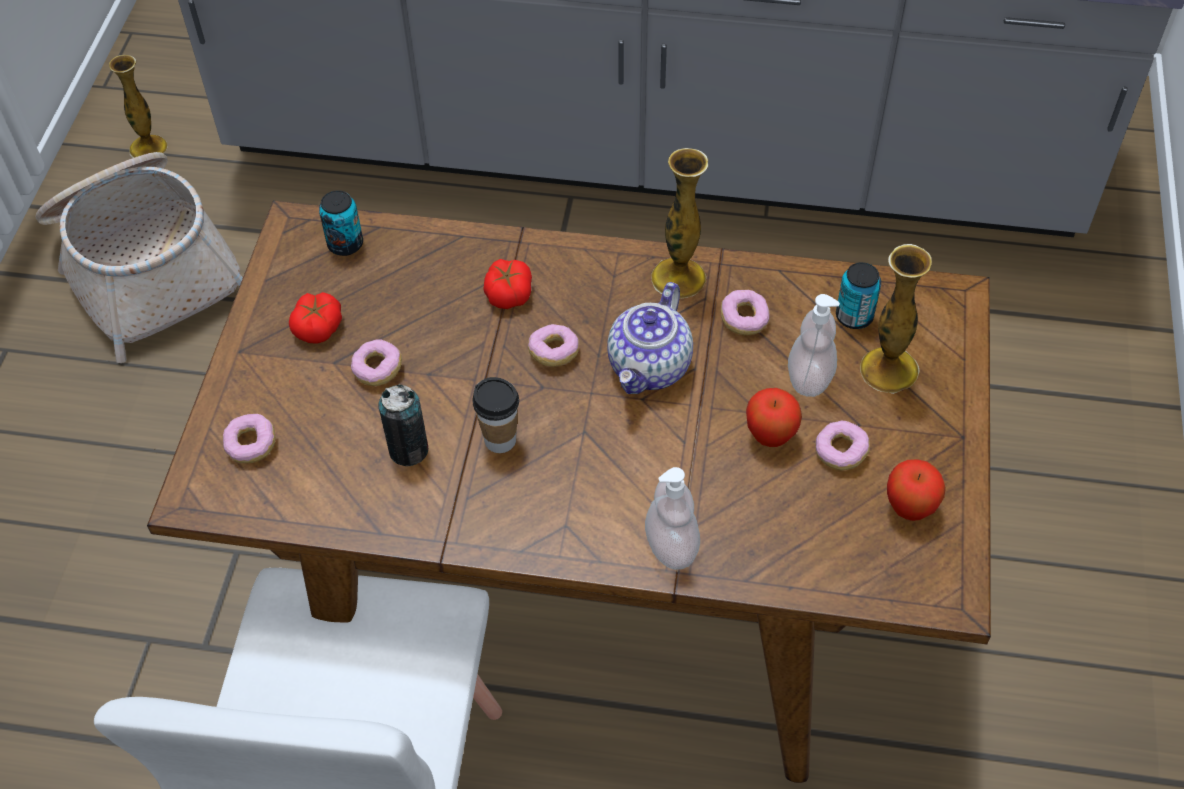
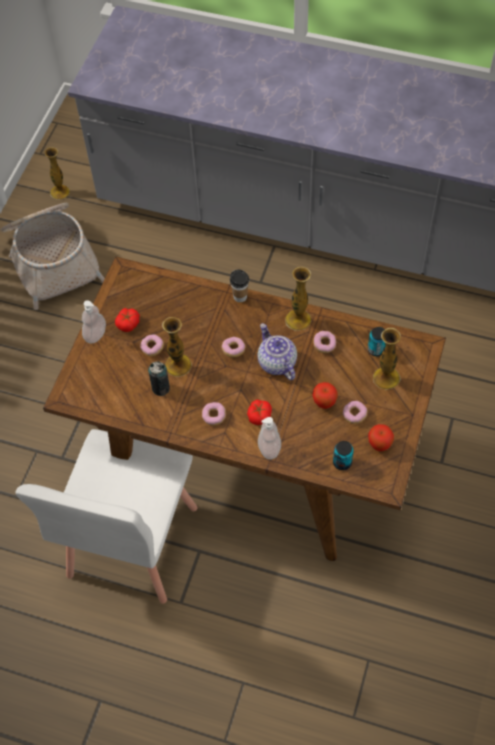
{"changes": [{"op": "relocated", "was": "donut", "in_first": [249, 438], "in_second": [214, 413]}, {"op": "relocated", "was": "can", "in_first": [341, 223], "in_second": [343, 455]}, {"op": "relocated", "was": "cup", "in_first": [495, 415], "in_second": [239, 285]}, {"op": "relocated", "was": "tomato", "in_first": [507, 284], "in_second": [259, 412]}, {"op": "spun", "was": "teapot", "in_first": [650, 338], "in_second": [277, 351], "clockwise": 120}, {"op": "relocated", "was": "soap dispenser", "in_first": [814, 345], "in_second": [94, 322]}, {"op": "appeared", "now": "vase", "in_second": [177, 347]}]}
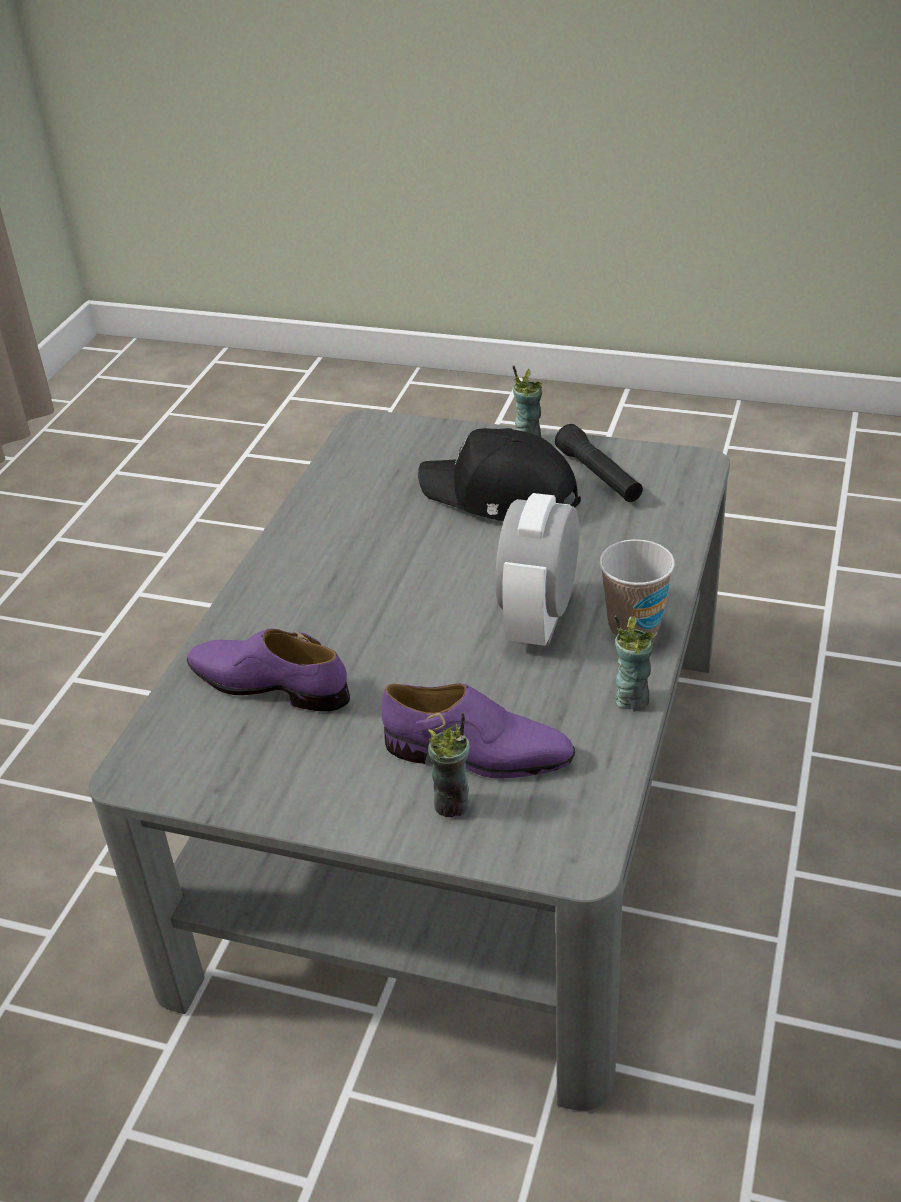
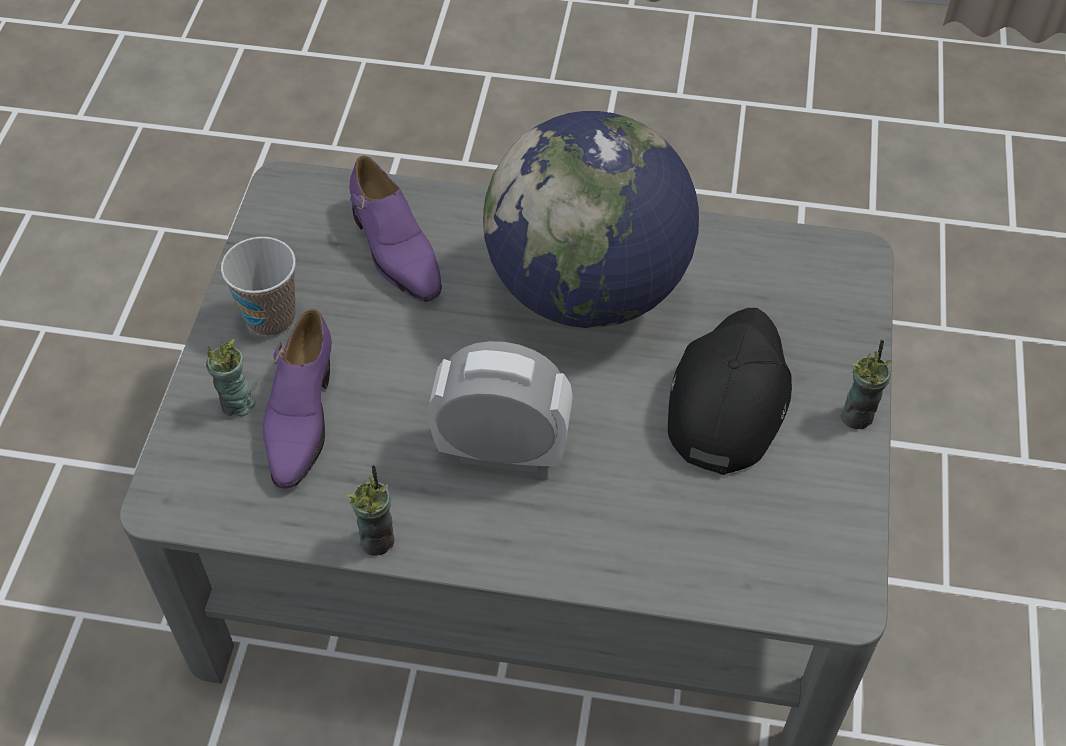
{"changes": [{"op": "spun", "was": "purple shoe", "in_first": [268, 670], "in_second": [395, 229], "clockwise": 135}, {"op": "missing", "was": "black flashlight", "in_first": [599, 463]}, {"op": "relocated", "was": "cup", "in_first": [637, 588], "in_second": [258, 287]}, {"op": "appeared", "now": "globe", "in_second": [591, 219]}]}
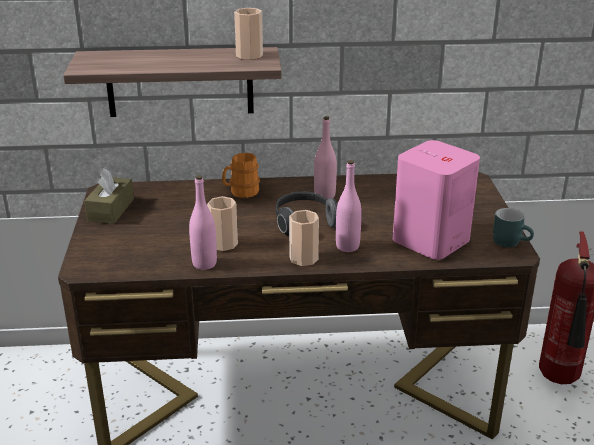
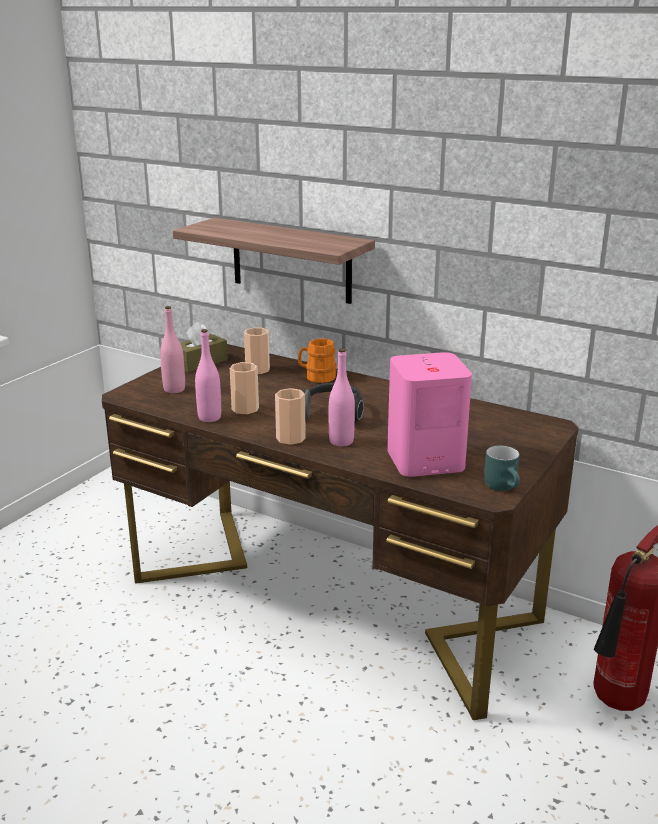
{"changes": [{"op": "relocated", "was": "cup", "in_first": [248, 34], "in_second": [257, 350]}, {"op": "relocated", "was": "pink bottle", "in_first": [325, 157], "in_second": [172, 349]}]}
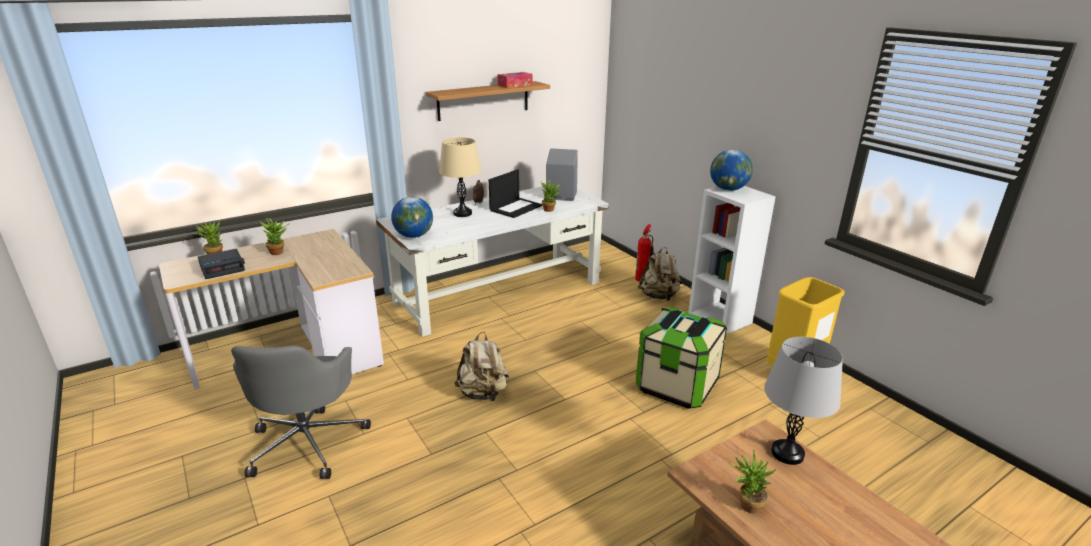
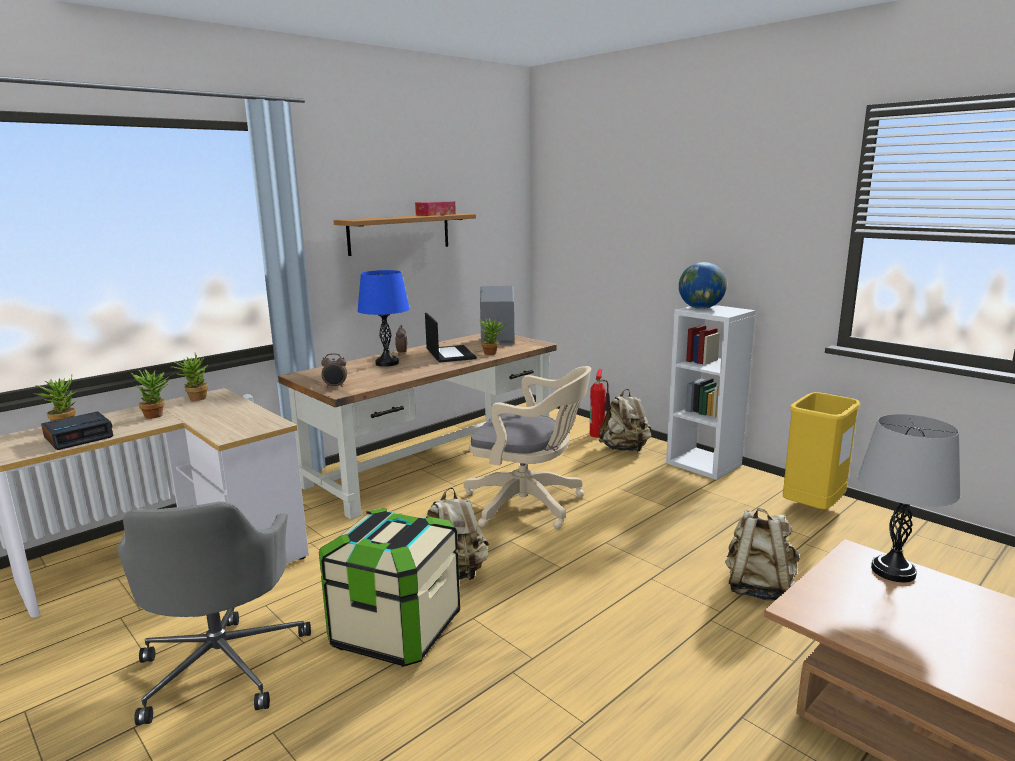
{"changes": [{"op": "colour", "was": "white desk", "now": "brown desk", "in_first": [492, 261], "in_second": [417, 426]}, {"op": "exchanged", "was": "globe", "now": "alarm clock", "in_first": [412, 217], "in_second": [334, 370]}, {"op": "colour", "was": "beige table lamp", "now": "blue table lamp", "in_first": [460, 177], "in_second": [383, 318]}, {"op": "spun", "was": "laptop", "in_first": [515, 193], "in_second": [451, 337], "clockwise": -45}, {"op": "relocated", "was": "storage box", "in_first": [681, 358], "in_second": [389, 587]}, {"op": "relocated", "was": "potted plant", "in_first": [753, 482], "in_second": [189, 377]}, {"op": "appeared", "now": "beige office chair", "in_second": [527, 447]}, {"op": "appeared", "now": "beige backpack", "in_second": [762, 554]}]}
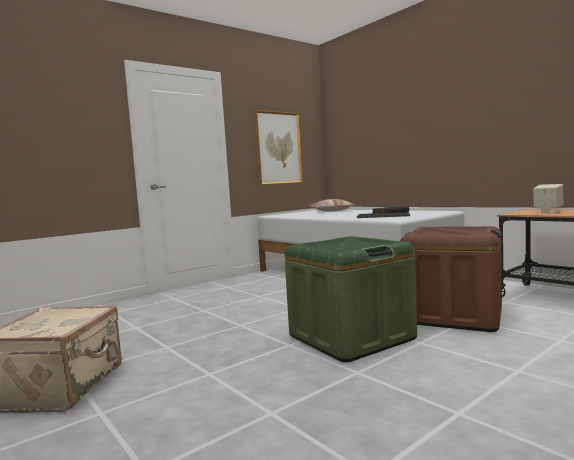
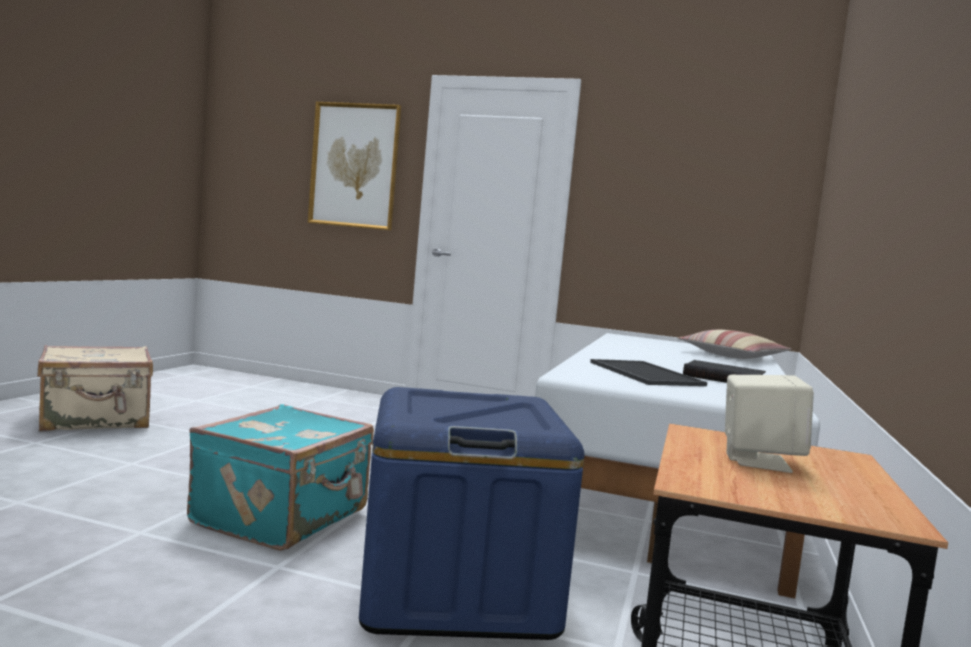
{"changes": [{"op": "relocated", "was": "picture", "in_first": [279, 147], "in_second": [354, 166]}, {"op": "exchanged", "was": "green storage box", "now": "turquoise suitcase", "in_first": [350, 299], "in_second": [280, 477]}, {"op": "colour", "was": "brown storage box", "now": "blue storage box", "in_first": [451, 279], "in_second": [471, 513]}]}
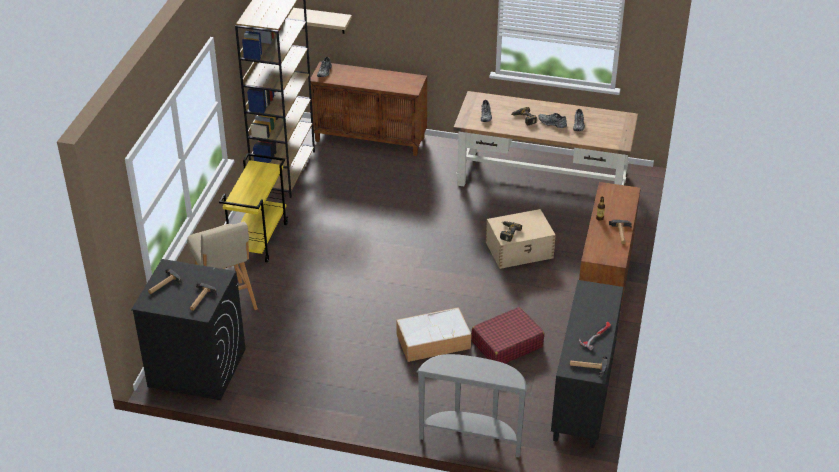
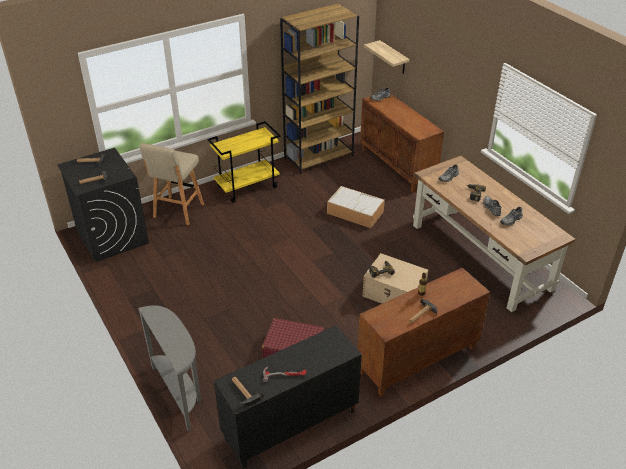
{"changes": [{"op": "relocated", "was": "storage box", "in_first": [433, 334], "in_second": [356, 207]}]}
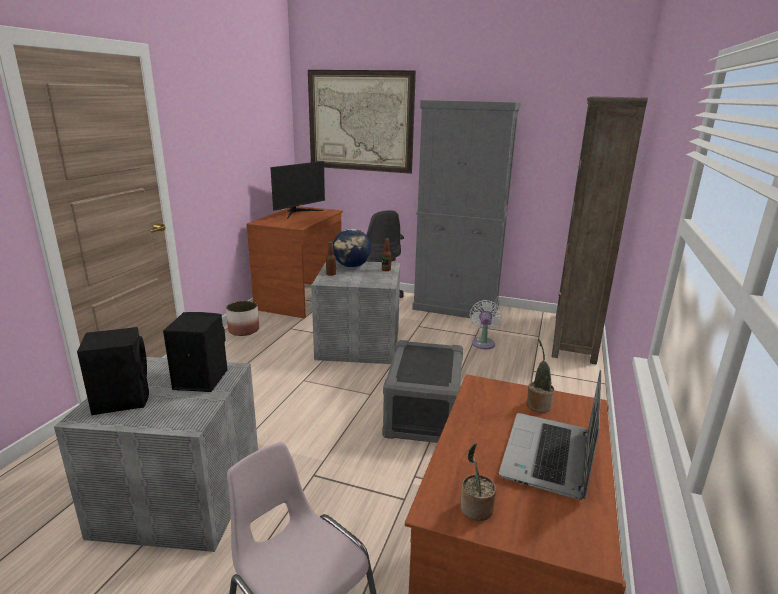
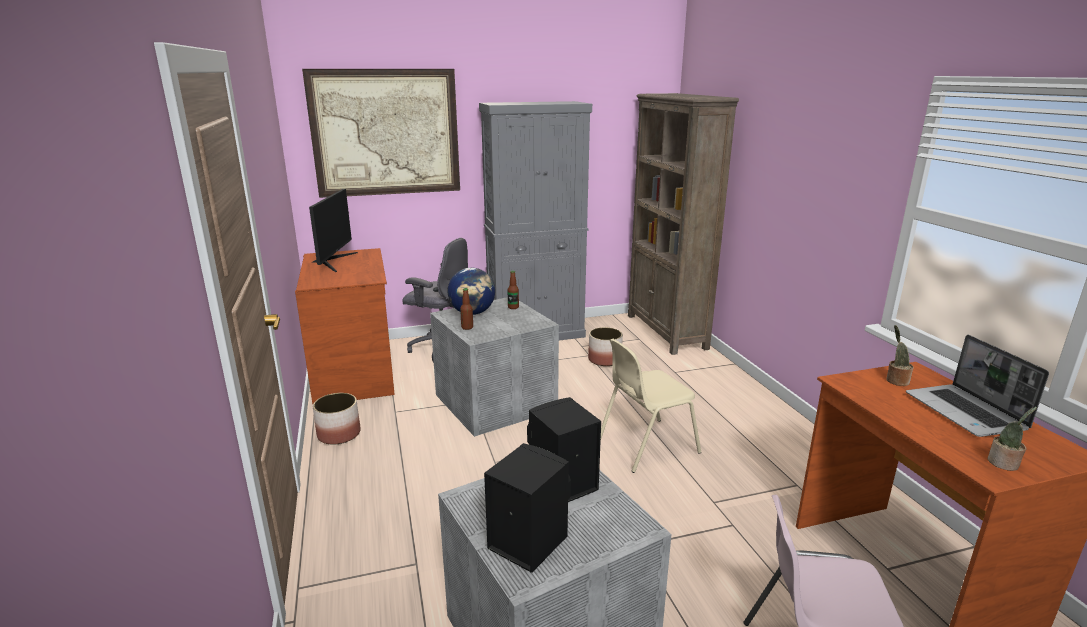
{"changes": [{"op": "exchanged", "was": "grey storage box", "now": "beige chair", "in_first": [422, 391], "in_second": [651, 406]}, {"op": "exchanged", "was": "white fan", "now": "planter", "in_first": [486, 324], "in_second": [605, 346]}]}
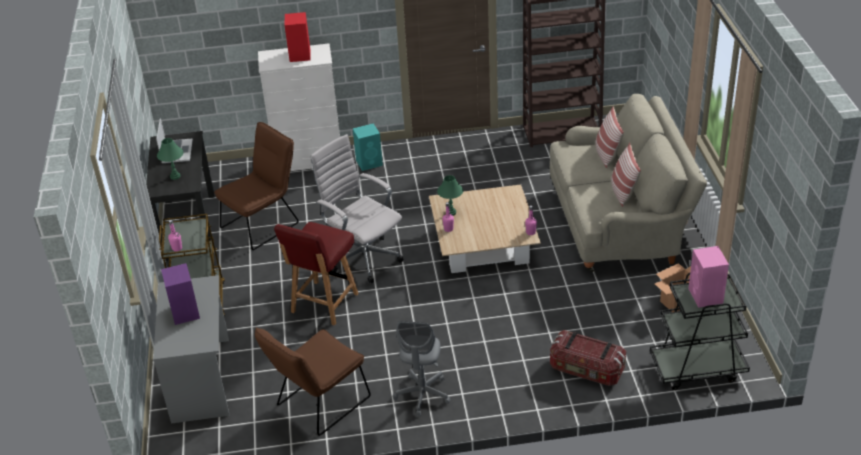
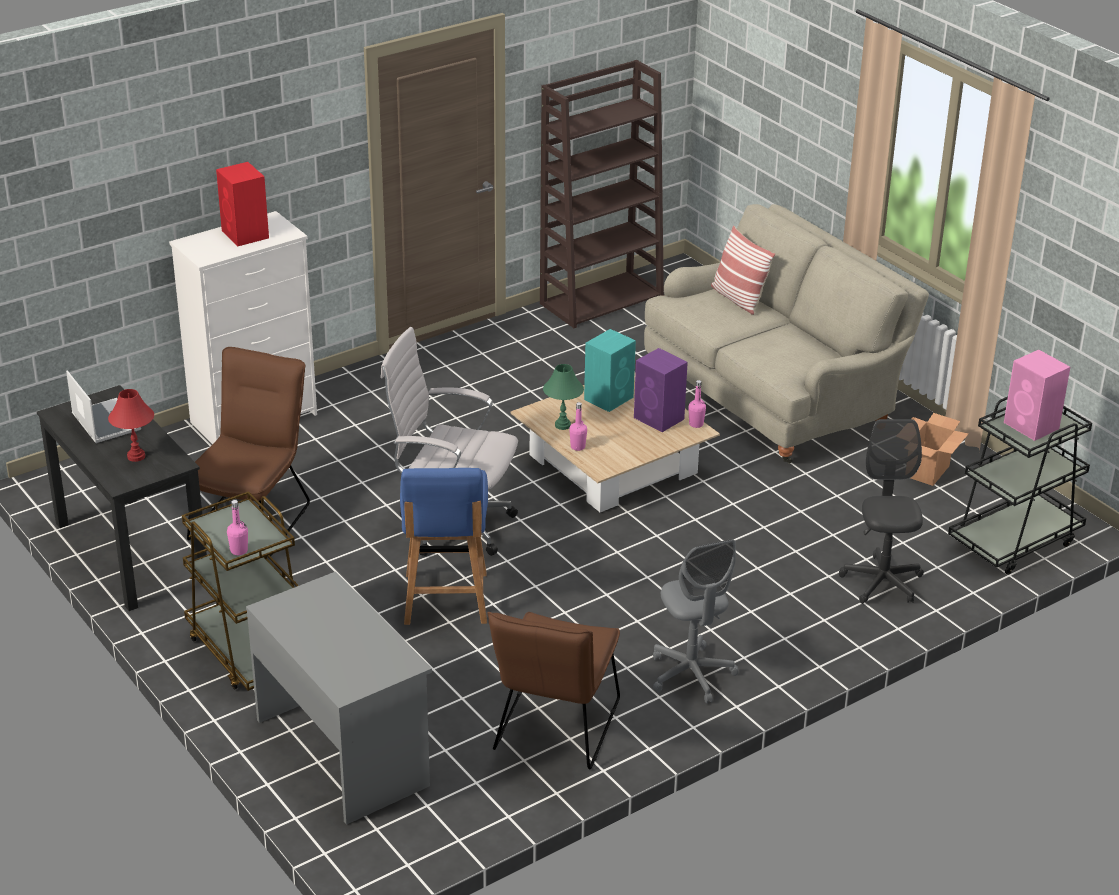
{"changes": [{"op": "colour", "was": "green table lamp", "now": "red table lamp", "in_first": [170, 159], "in_second": [131, 425]}, {"op": "relocated", "was": "purple speaker", "in_first": [180, 294], "in_second": [661, 390]}, {"op": "colour", "was": "red chair", "now": "blue chair", "in_first": [316, 273], "in_second": [444, 546]}, {"op": "relocated", "was": "turquoise speaker", "in_first": [368, 147], "in_second": [610, 370]}, {"op": "exchanged", "was": "storage box", "now": "grey office chair", "in_first": [588, 358], "in_second": [881, 511]}, {"op": "missing", "was": "pillow", "in_first": [626, 174]}]}
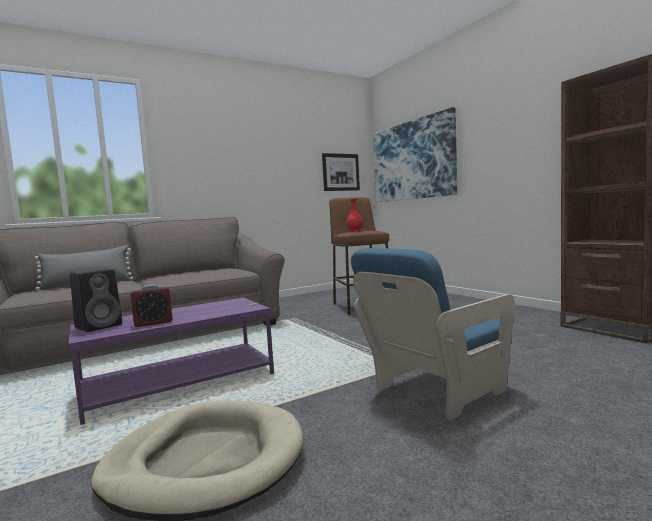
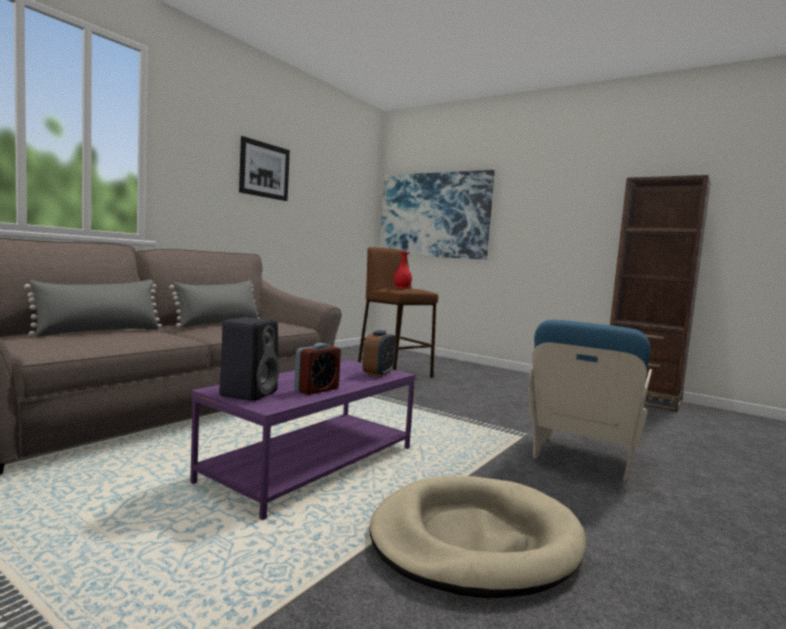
{"changes": [{"op": "relocated", "was": "picture", "in_first": [341, 172], "in_second": [264, 168]}, {"op": "appeared", "now": "grey pillow", "in_second": [214, 304]}, {"op": "appeared", "now": "alarm clock", "in_second": [379, 353]}]}
